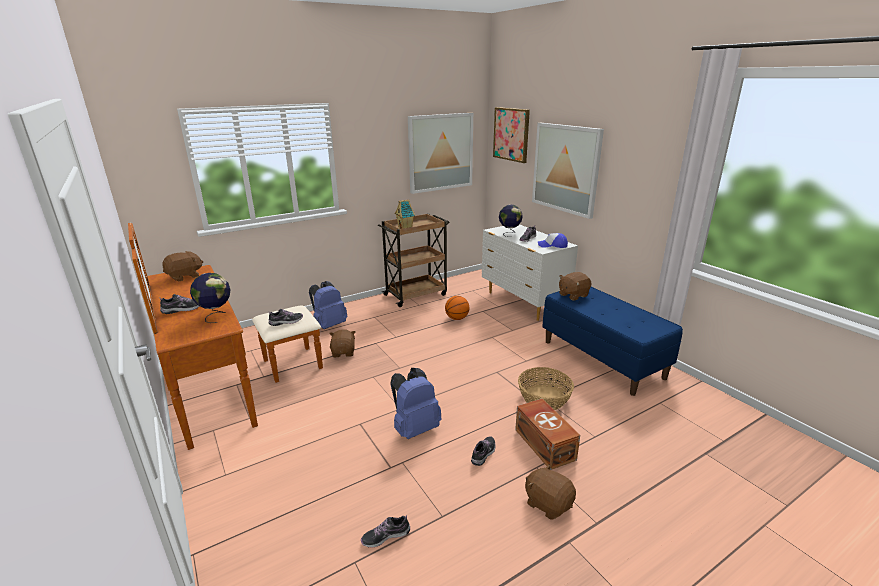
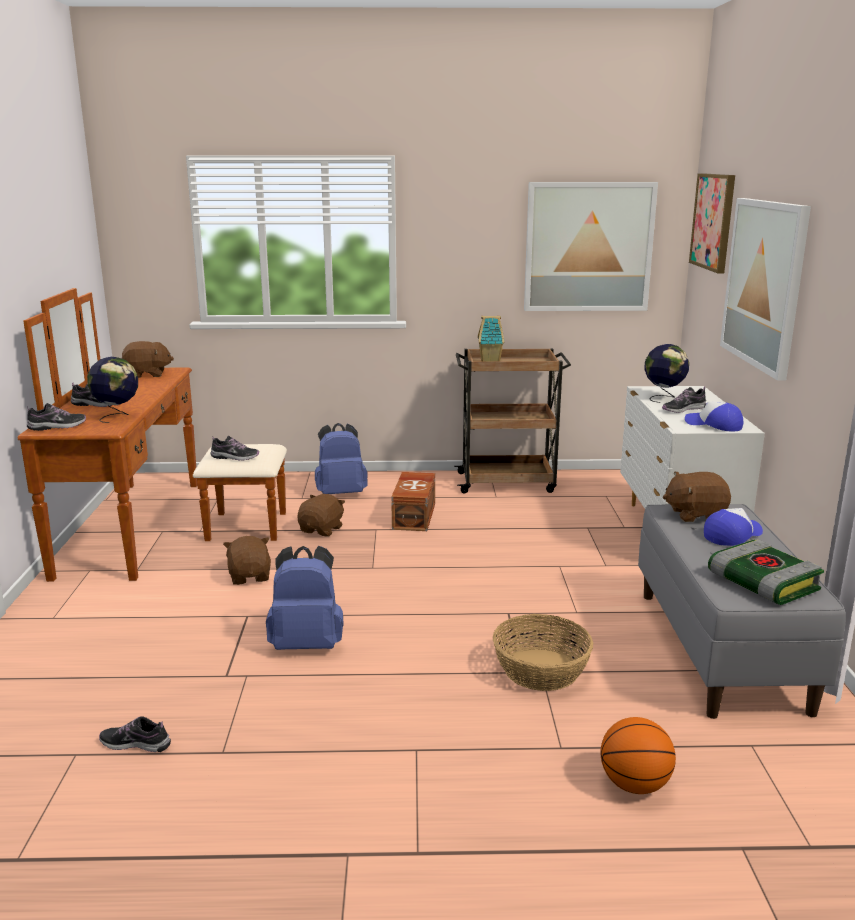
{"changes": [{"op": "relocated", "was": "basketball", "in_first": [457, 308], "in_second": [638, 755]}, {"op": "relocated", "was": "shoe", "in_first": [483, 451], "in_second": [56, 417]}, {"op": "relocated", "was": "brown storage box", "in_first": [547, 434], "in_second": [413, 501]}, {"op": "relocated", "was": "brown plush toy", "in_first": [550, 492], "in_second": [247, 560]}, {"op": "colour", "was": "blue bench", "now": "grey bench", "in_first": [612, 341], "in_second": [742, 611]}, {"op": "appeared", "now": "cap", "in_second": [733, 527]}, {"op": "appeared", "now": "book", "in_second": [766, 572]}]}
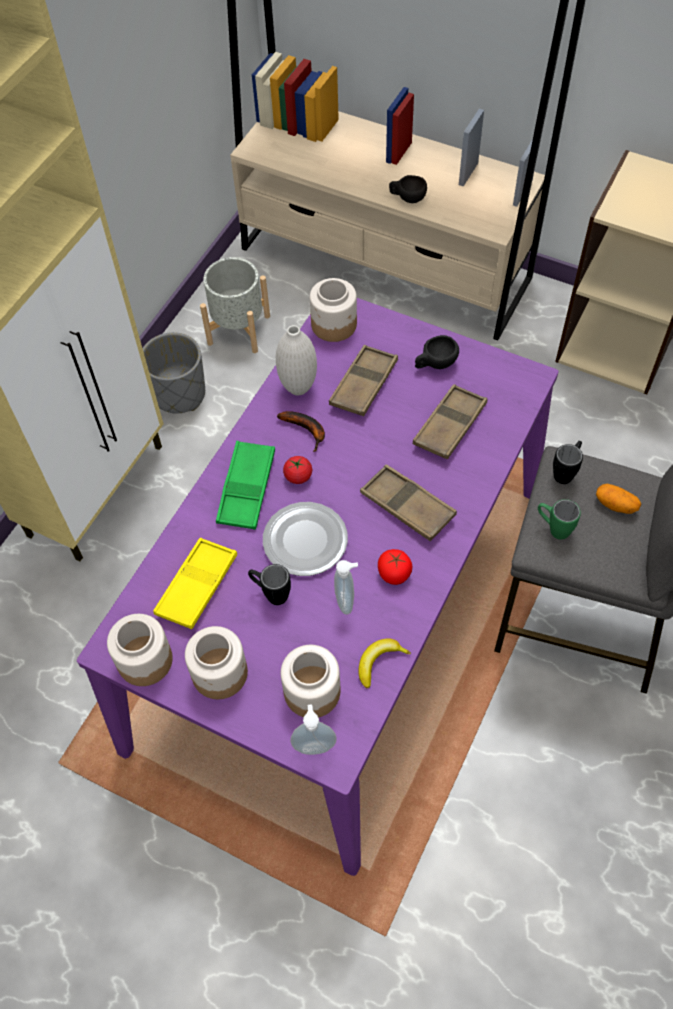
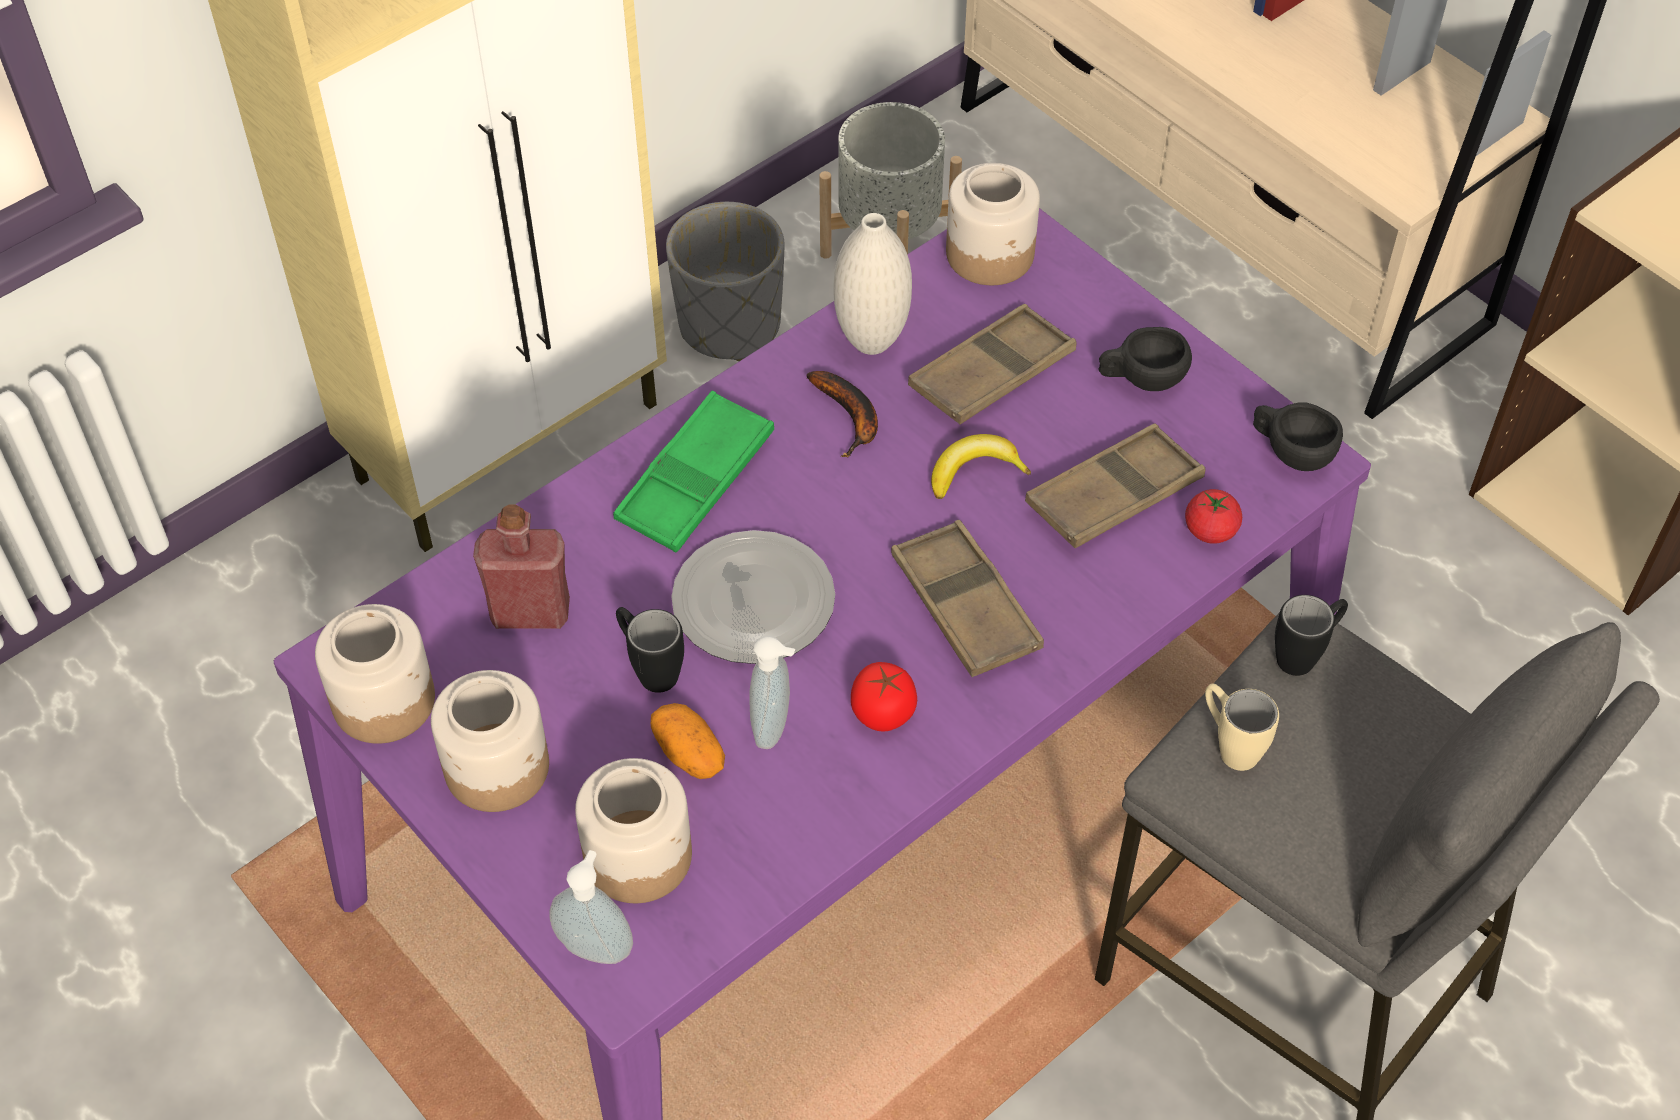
{"changes": [{"op": "exchanged", "was": "yellow tray", "now": "red bottle", "in_first": [195, 583], "in_second": [521, 567]}, {"op": "relocated", "was": "tomato", "in_first": [297, 470], "in_second": [1213, 516]}, {"op": "relocated", "was": "banana", "in_first": [384, 663], "in_second": [981, 466]}, {"op": "relocated", "was": "black cup", "in_first": [408, 189], "in_second": [1298, 436]}, {"op": "colour", "was": "green mug", "now": "beige mug", "in_first": [559, 519], "in_second": [1242, 727]}, {"op": "relocated", "was": "potato", "in_first": [618, 499], "in_second": [688, 741]}]}
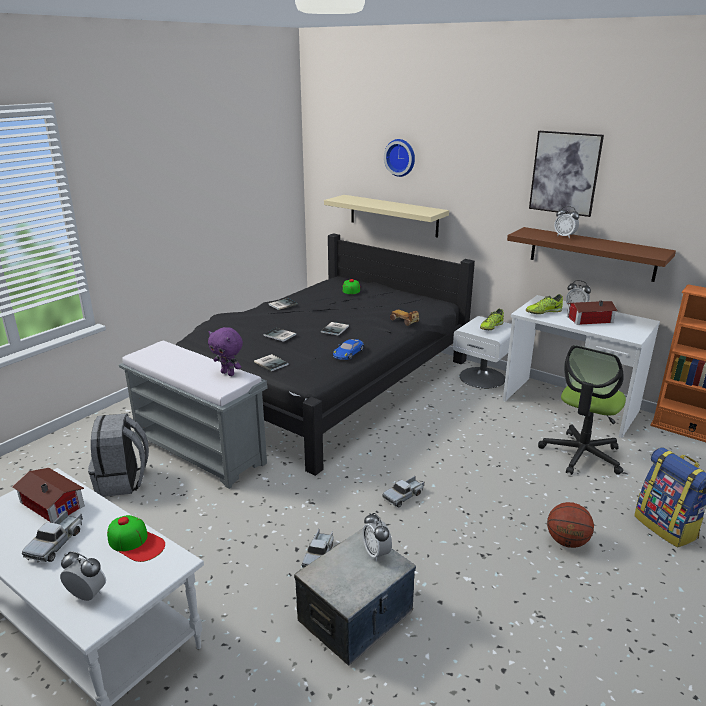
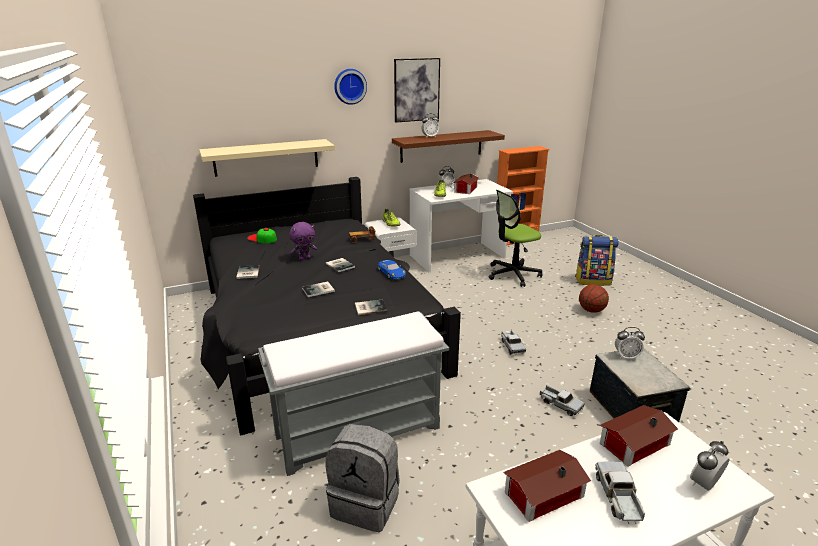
{"changes": [{"op": "spun", "was": "toy truck", "in_first": [52, 536], "in_second": [620, 492], "clockwise": -135}, {"op": "exchanged", "was": "cap", "now": "toy house", "in_first": [136, 538], "in_second": [639, 435]}, {"op": "relocated", "was": "purple plush toy", "in_first": [225, 351], "in_second": [303, 241]}, {"op": "relocated", "was": "wall clock", "in_first": [399, 158], "in_second": [350, 87]}, {"op": "spun", "was": "office chair", "in_first": [582, 410], "in_second": [515, 238], "clockwise": 90}]}
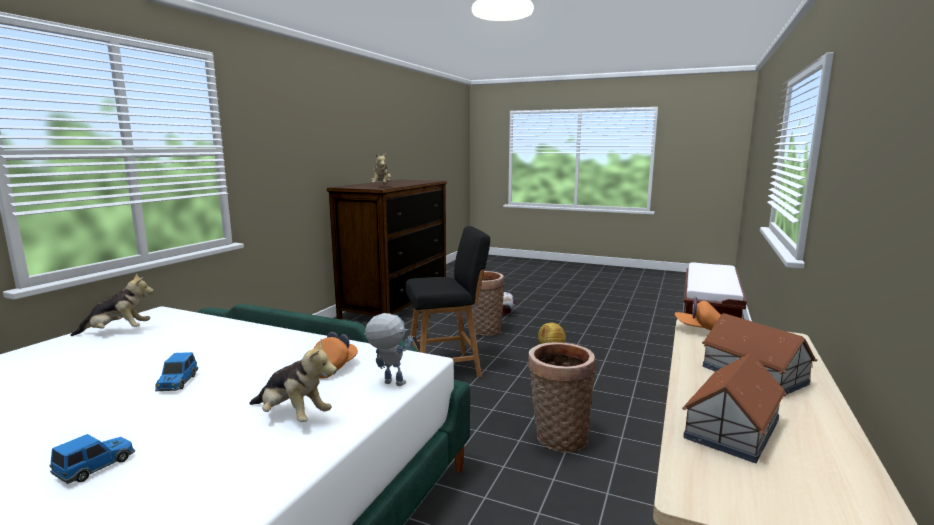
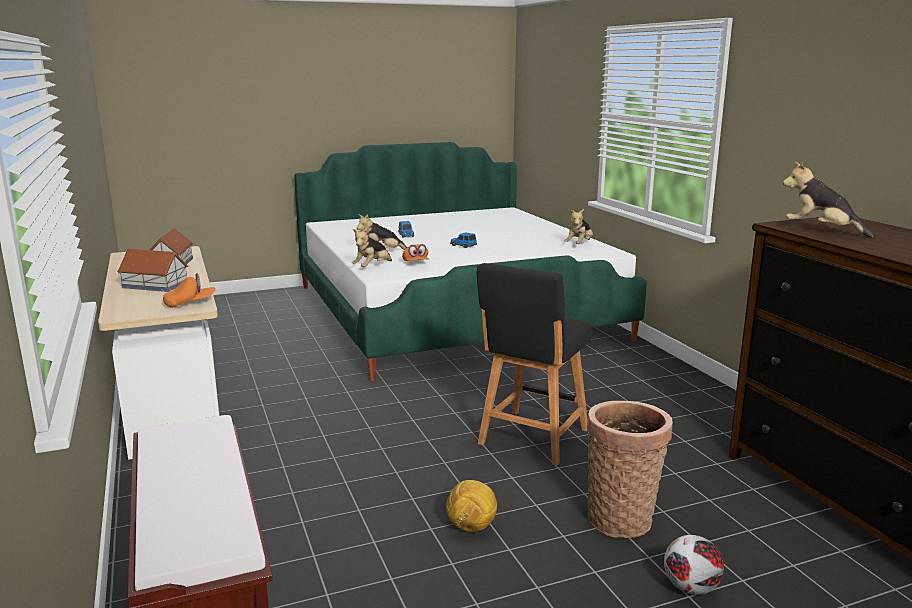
{"changes": [{"op": "exchanged", "was": "toy robot", "now": "plush toy", "in_first": [388, 349], "in_second": [372, 247]}, {"op": "missing", "was": "basket", "in_first": [562, 397]}]}
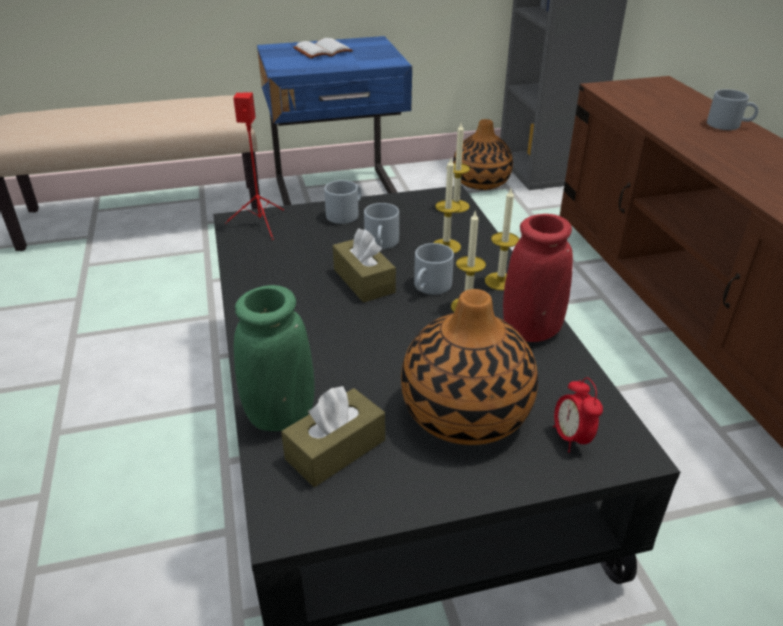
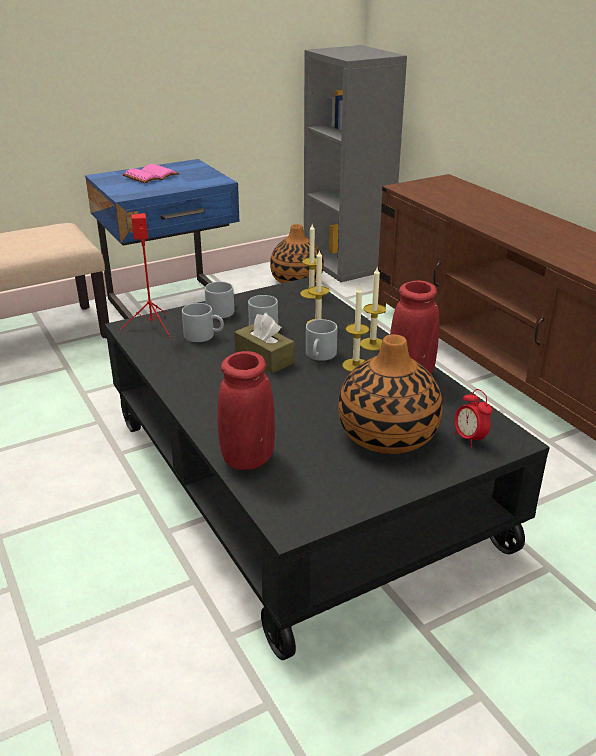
{"changes": [{"op": "colour", "was": "green vase", "now": "red vase", "in_first": [274, 358], "in_second": [246, 410]}, {"op": "missing", "was": "brown tissue box", "in_first": [333, 436]}, {"op": "colour", "was": "white book", "now": "pink book", "in_first": [323, 48], "in_second": [151, 173]}, {"op": "relocated", "was": "grey mug", "in_first": [732, 109], "in_second": [203, 322]}]}
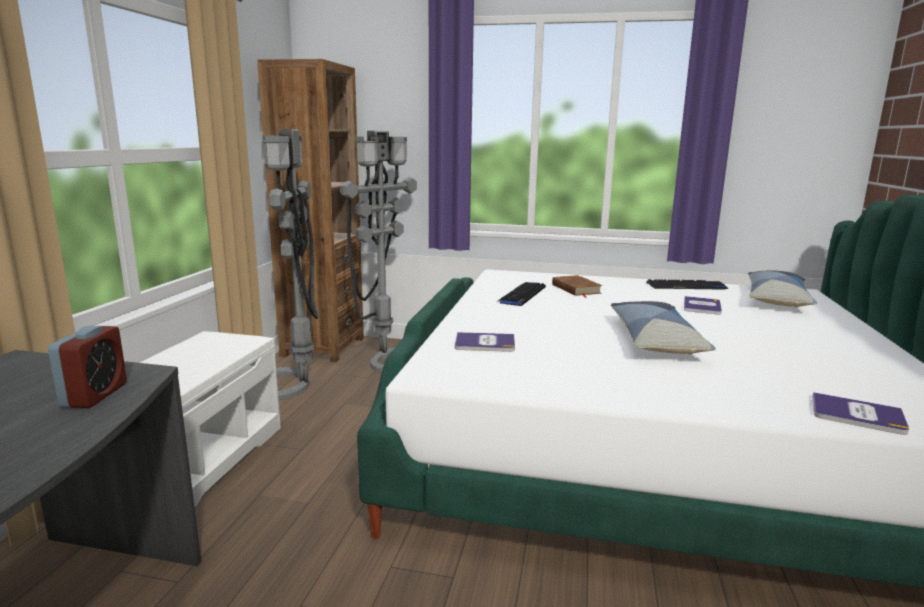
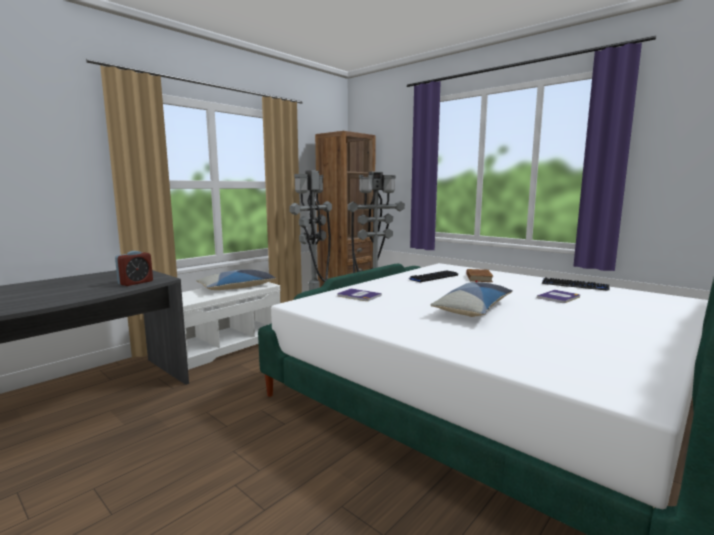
{"changes": [{"op": "relocated", "was": "pillow", "in_first": [782, 289], "in_second": [236, 280]}, {"op": "missing", "was": "book", "in_first": [860, 413]}]}
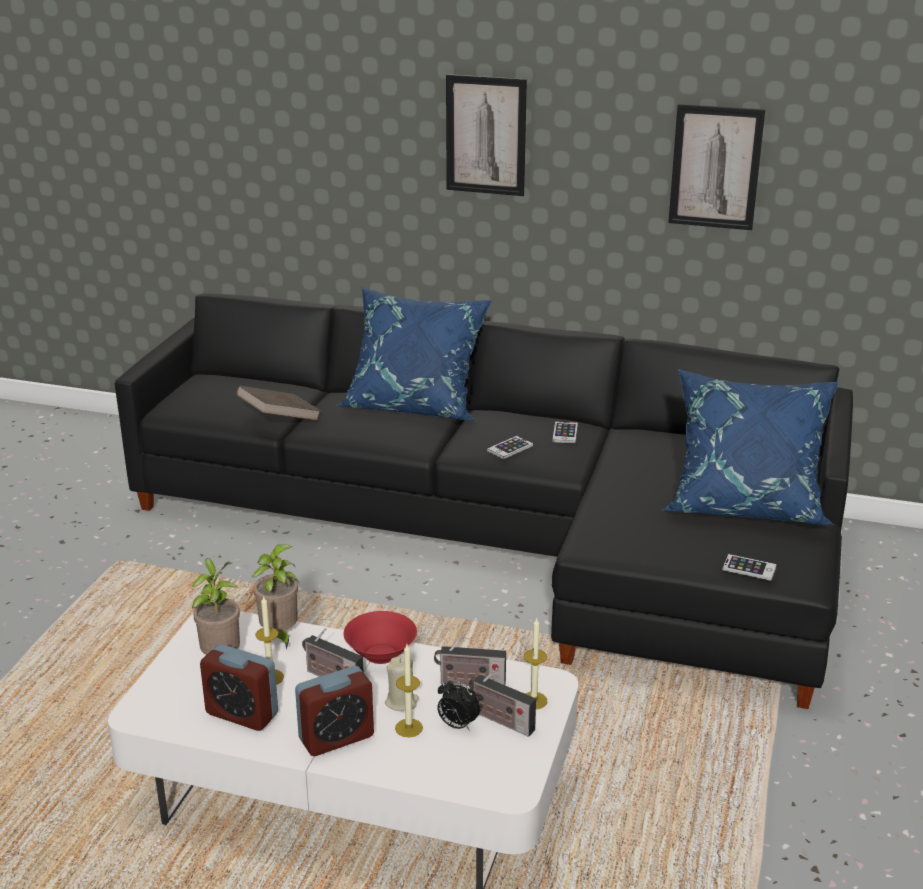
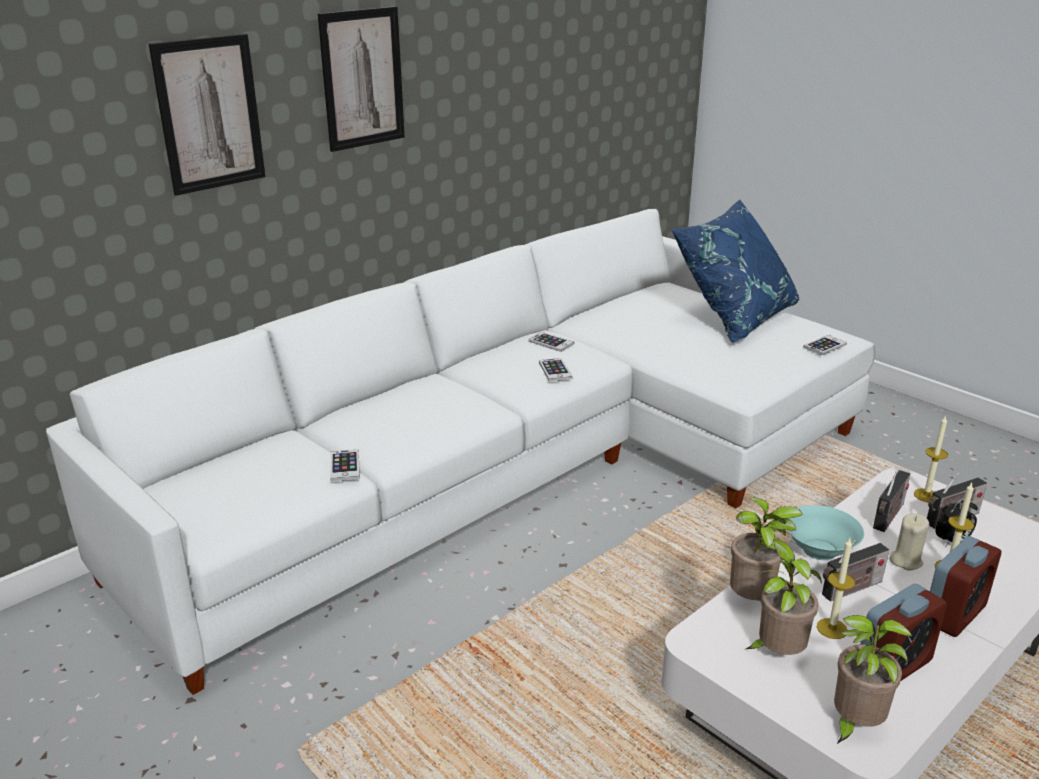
{"changes": [{"op": "colour", "was": "black sofa", "now": "white sofa", "in_first": [484, 501], "in_second": [460, 452]}, {"op": "exchanged", "was": "brown book", "now": "phone", "in_first": [278, 403], "in_second": [345, 465]}, {"op": "spun", "was": "alarm clock", "in_first": [334, 711], "in_second": [965, 586], "clockwise": 45}, {"op": "missing", "was": "blue pillow", "in_first": [414, 354]}, {"op": "colour", "was": "red bowl", "now": "turquoise bowl", "in_first": [380, 637], "in_second": [826, 532]}, {"op": "relocated", "was": "picture", "in_first": [716, 167], "in_second": [207, 114]}, {"op": "appeared", "now": "potted plant", "in_second": [873, 679]}]}
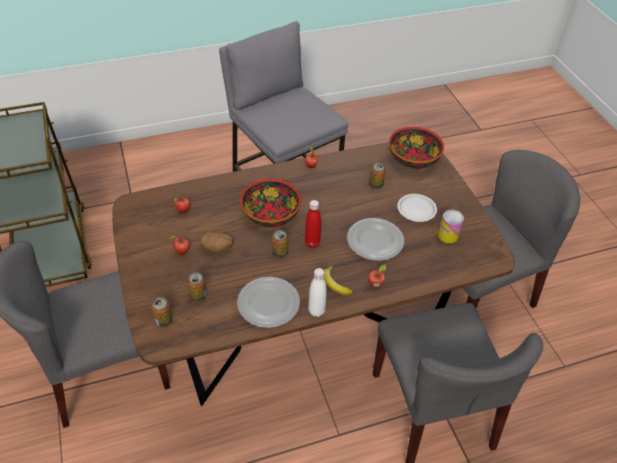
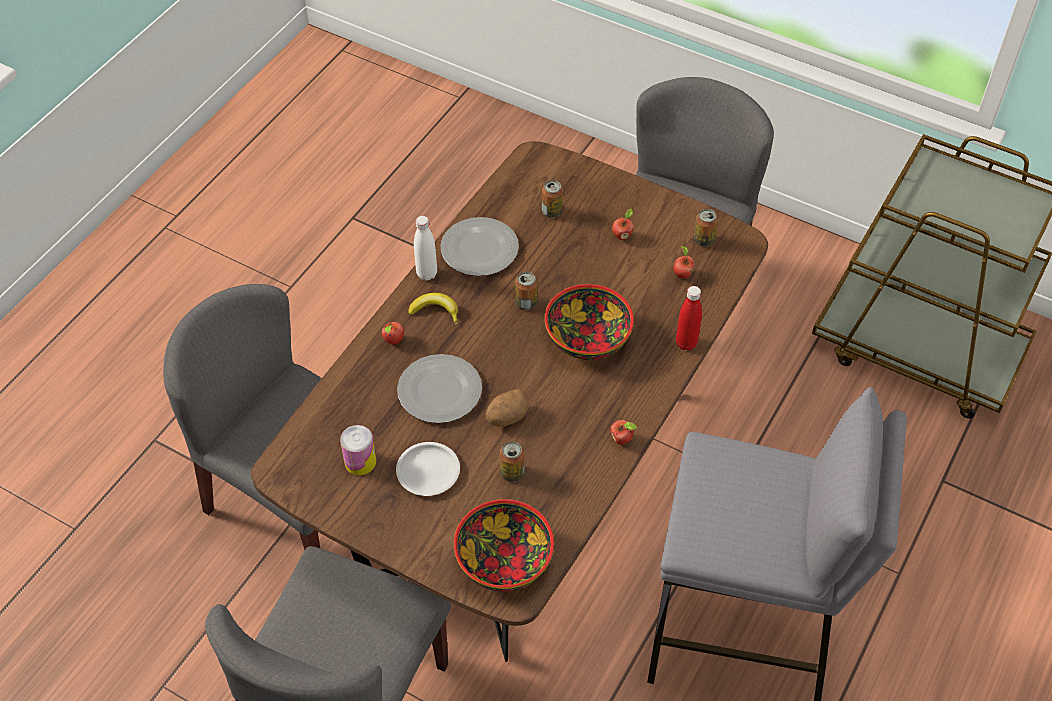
{"changes": [{"op": "relocated", "was": "can", "in_first": [161, 312], "in_second": [706, 228]}, {"op": "relocated", "was": "potato", "in_first": [216, 242], "in_second": [507, 408]}, {"op": "relocated", "was": "red bottle", "in_first": [313, 224], "in_second": [689, 318]}]}
